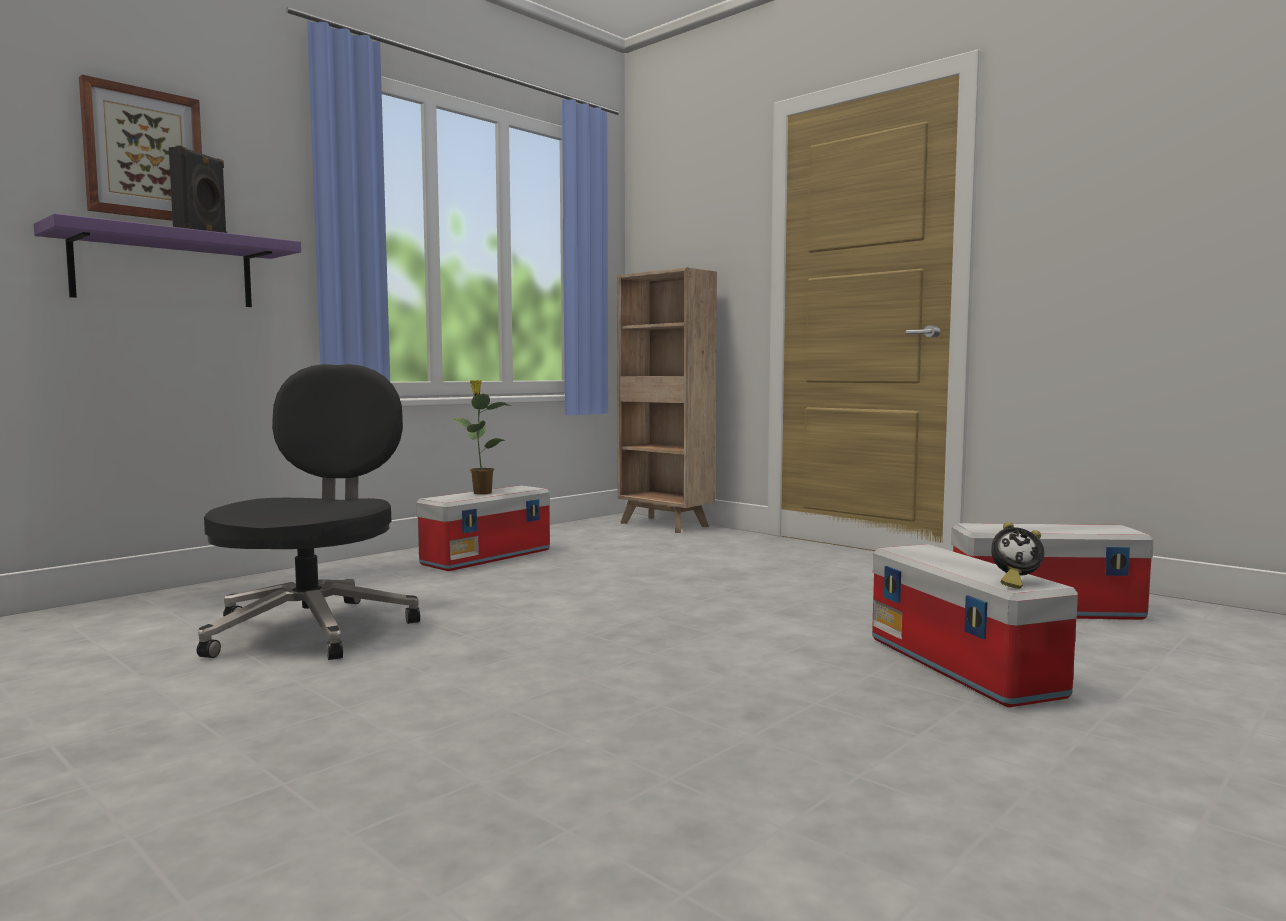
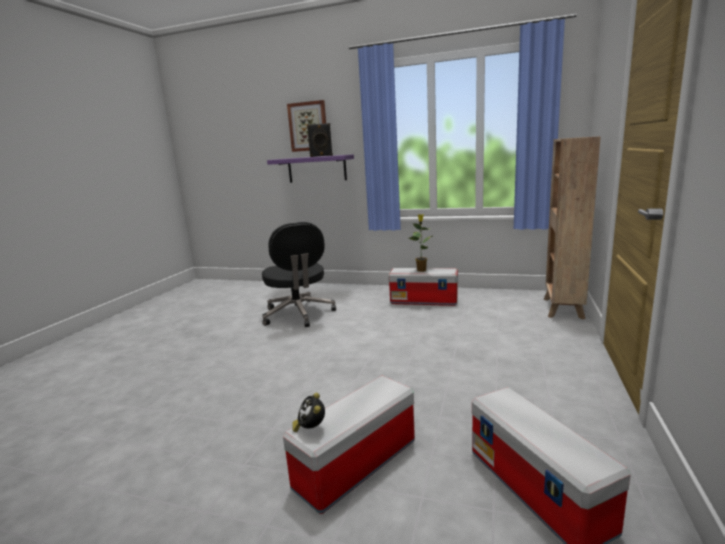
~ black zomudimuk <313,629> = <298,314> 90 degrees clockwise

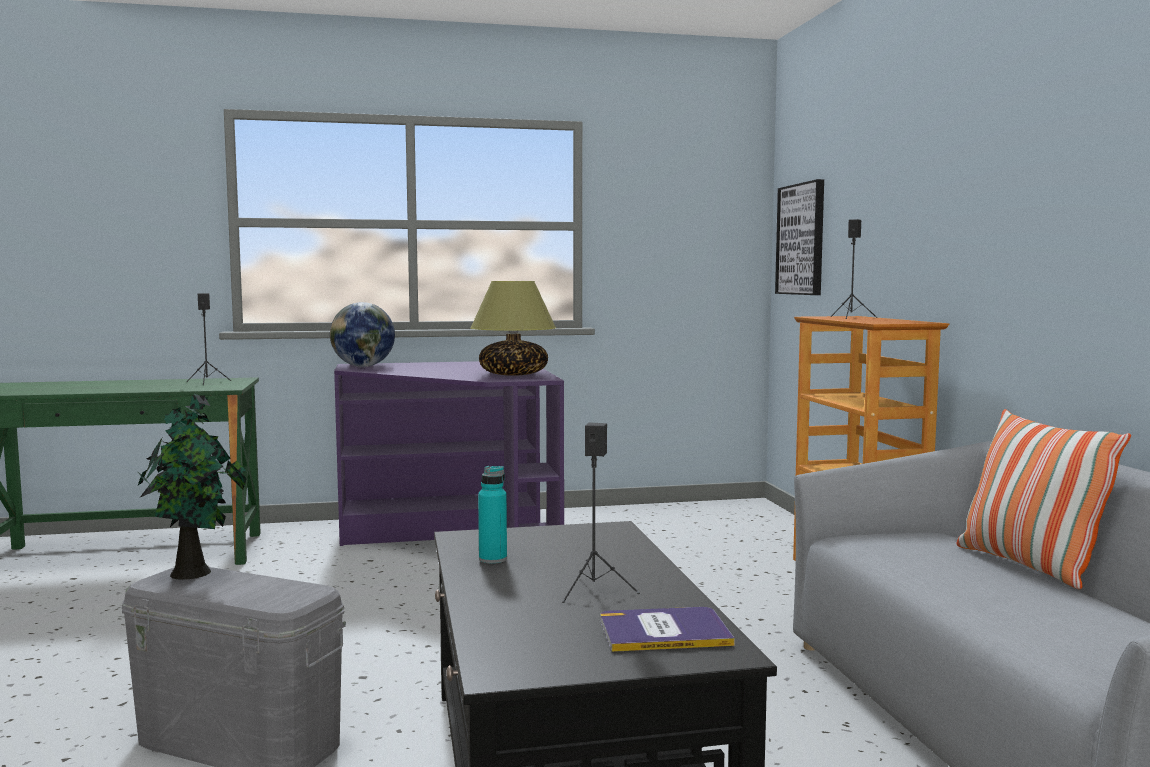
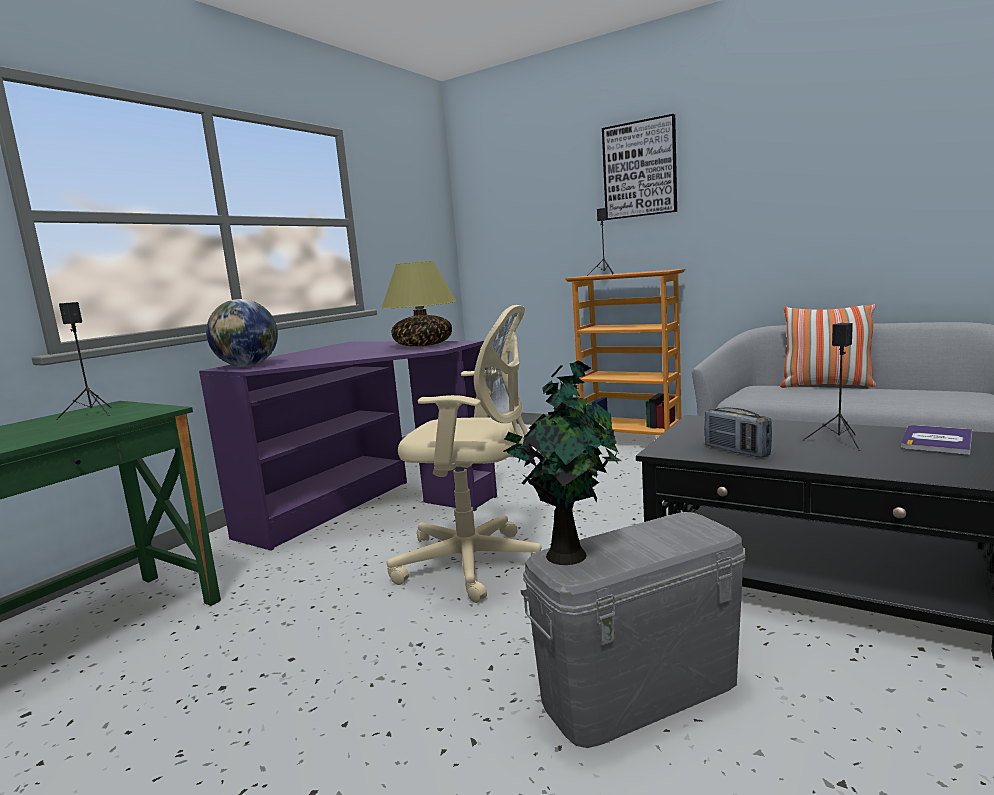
~ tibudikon <801,239> to <640,169>
~ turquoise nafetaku <493,559> to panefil <736,451>
+ beige zomudimuk <476,563>

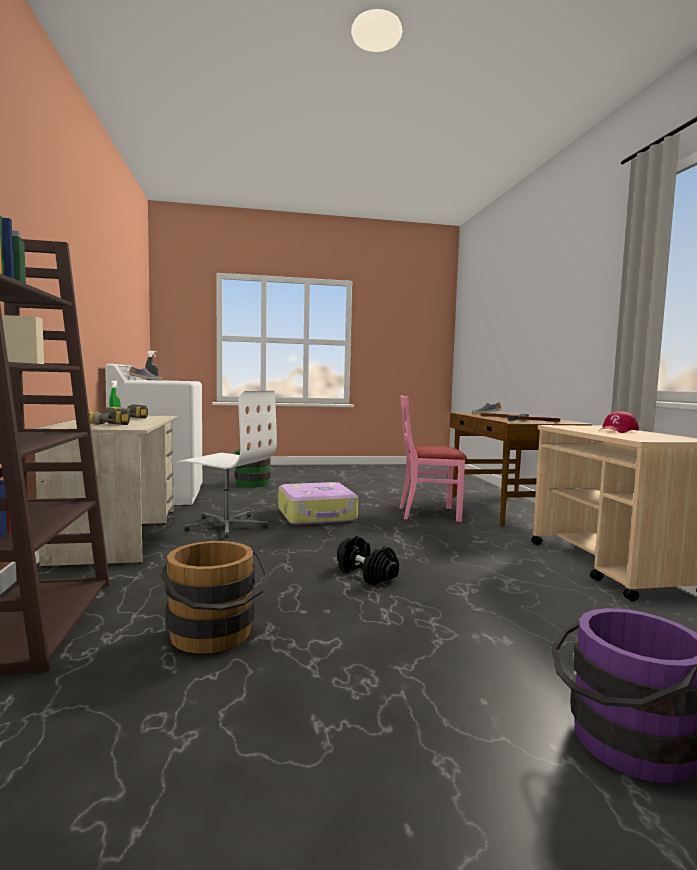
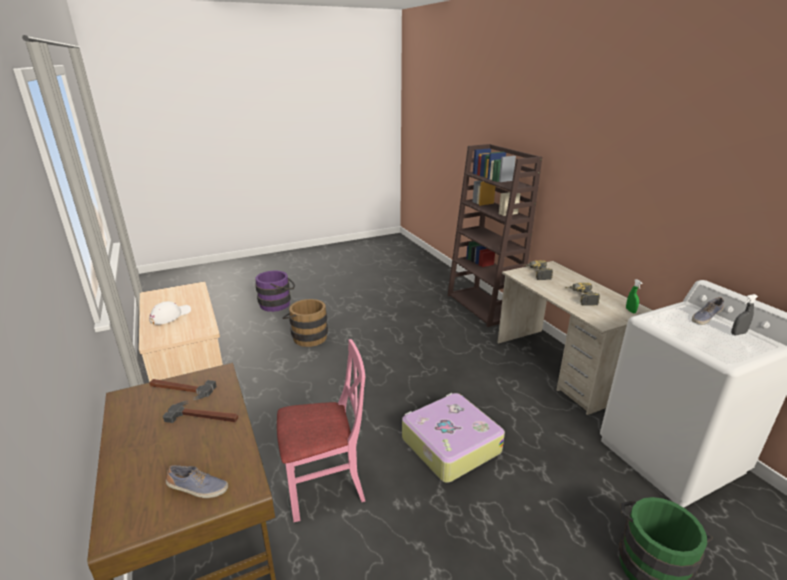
- white zomudimuk <226,526>
~ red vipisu <618,431> to white vipisu <170,315>
- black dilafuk <366,574>
~ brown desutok <214,636> to <307,336>

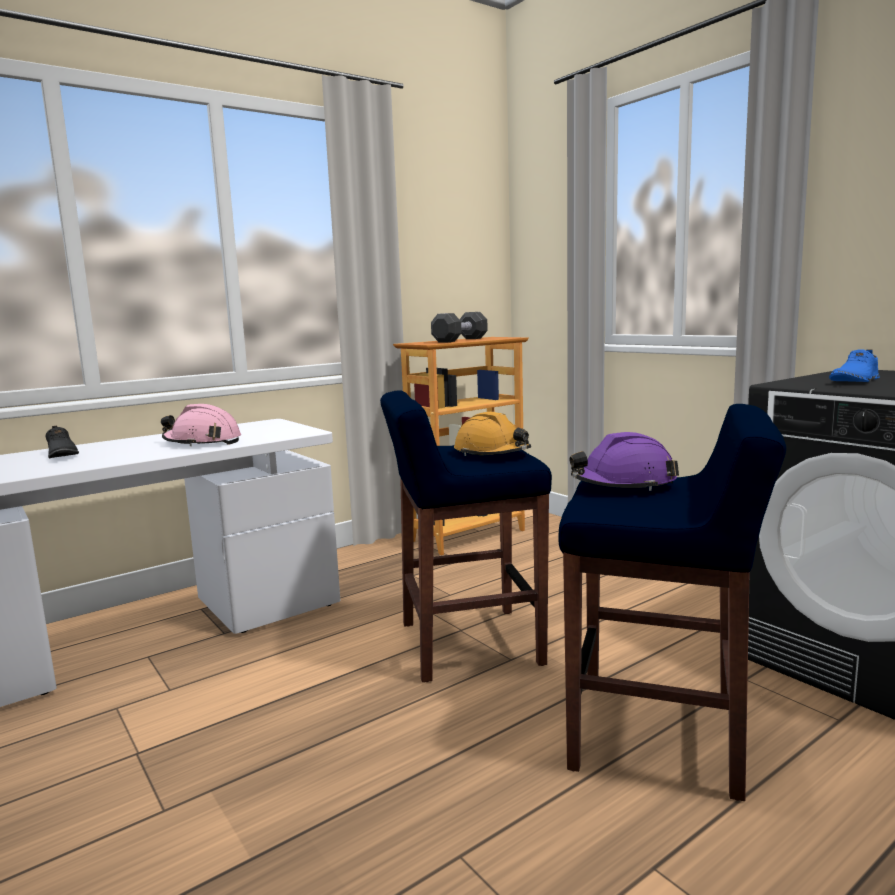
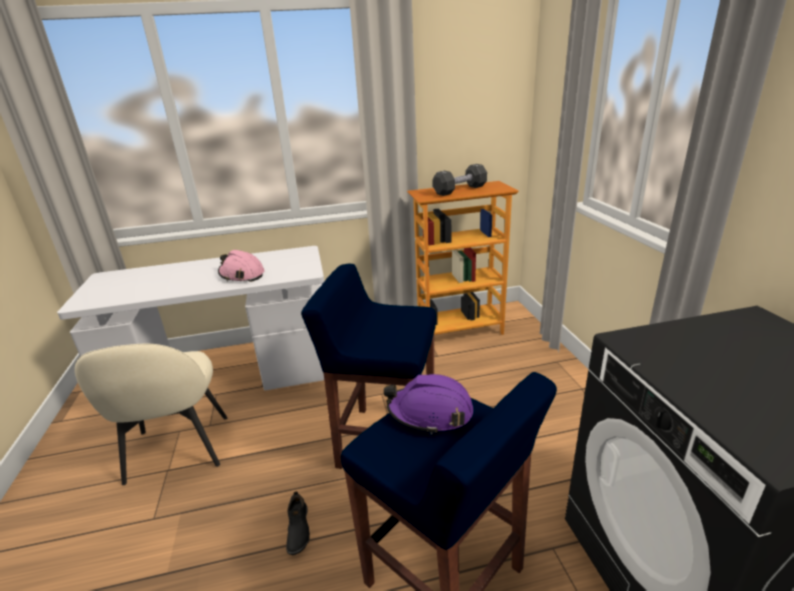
- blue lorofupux <854,381>
- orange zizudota <492,453>
~ black lorofupux <61,455> to <297,529>
+ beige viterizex <178,451>

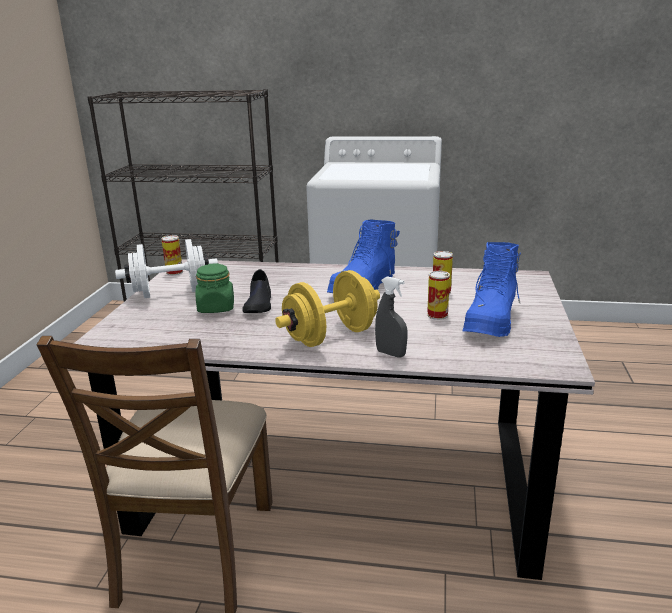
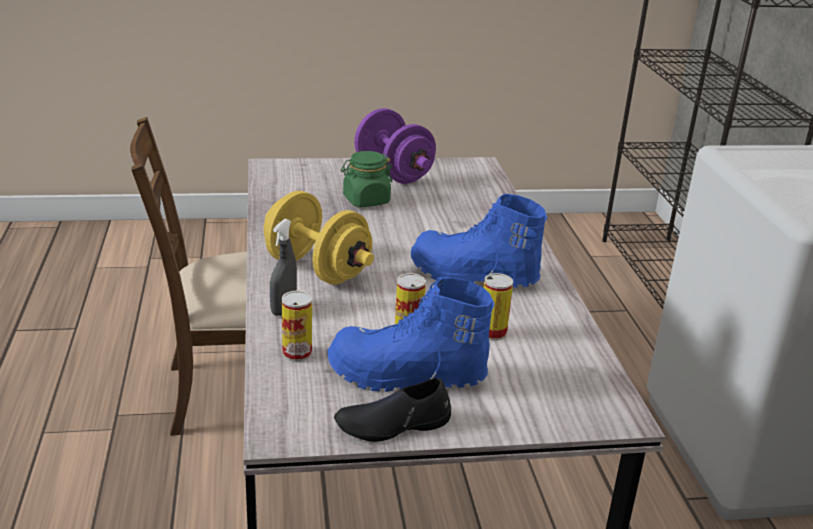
~ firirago <174,272> to <297,353>
~ white dilafuk <171,293> to purple dilafuk <393,173>
~ black lorofupux <258,304> to <393,424>

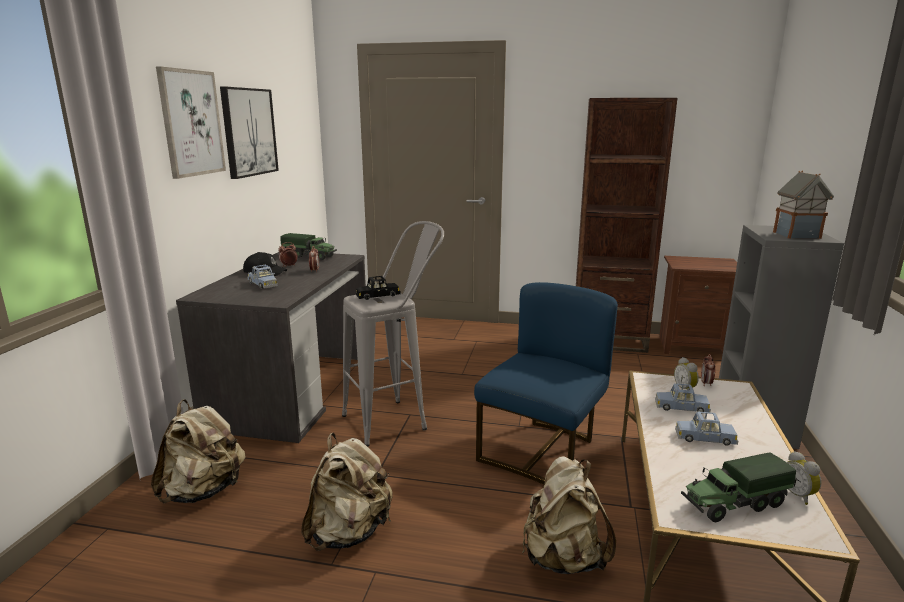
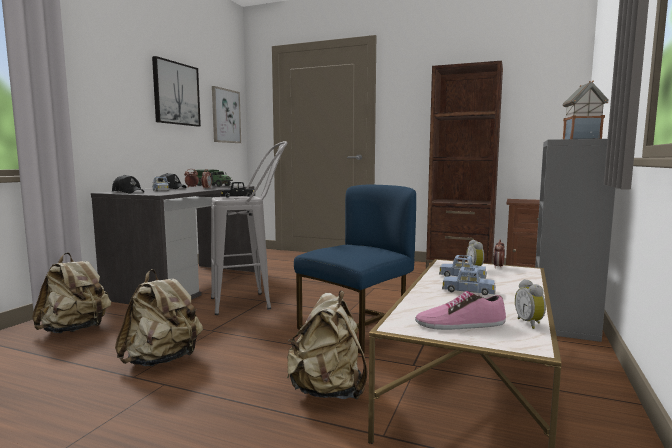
~ tibudikon <191,123> to <225,116>
~ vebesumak <733,504> to lorofupux <460,324>
+ black vipisu <128,192>

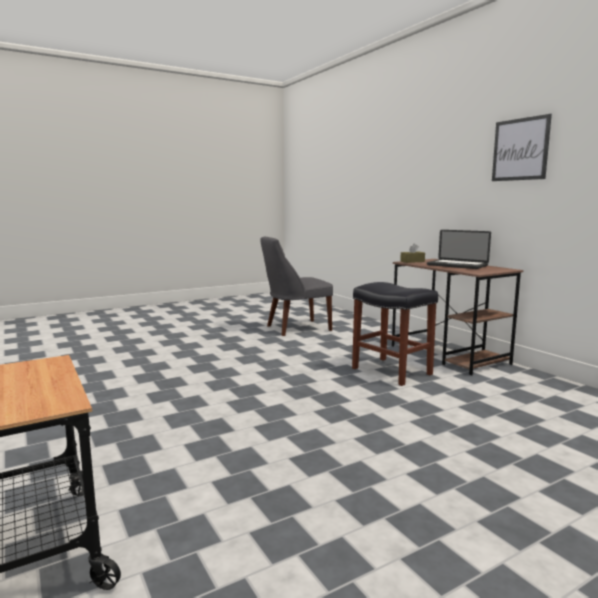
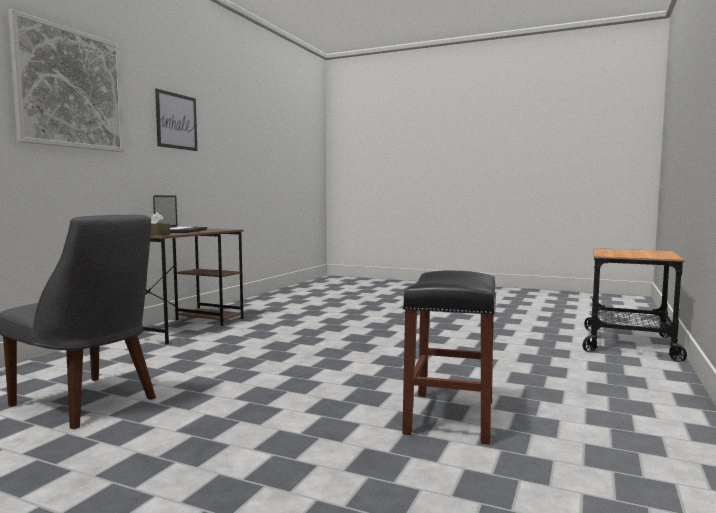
~ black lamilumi <390,371> to <451,417>
+ tibudikon <70,88>

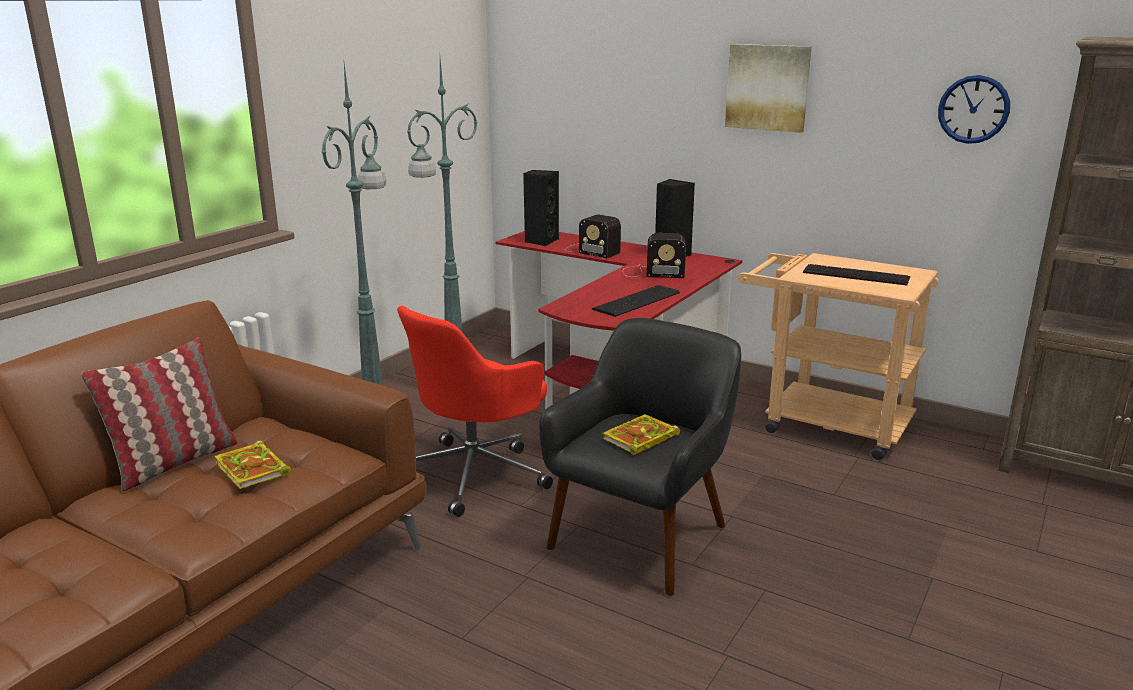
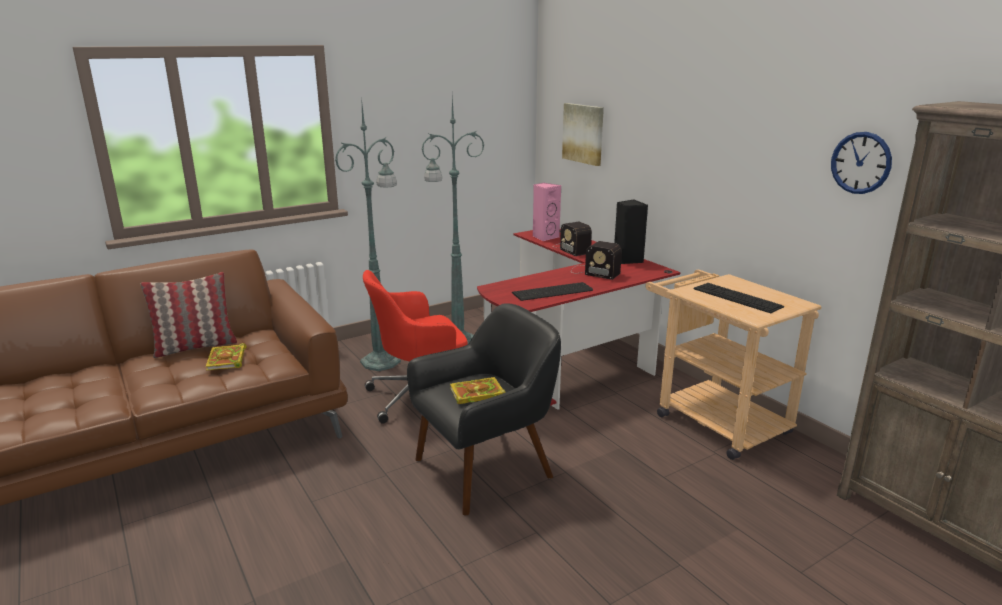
~ tibudikon <768,87> to <583,133>
~ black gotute <541,241> to pink gotute <545,237>

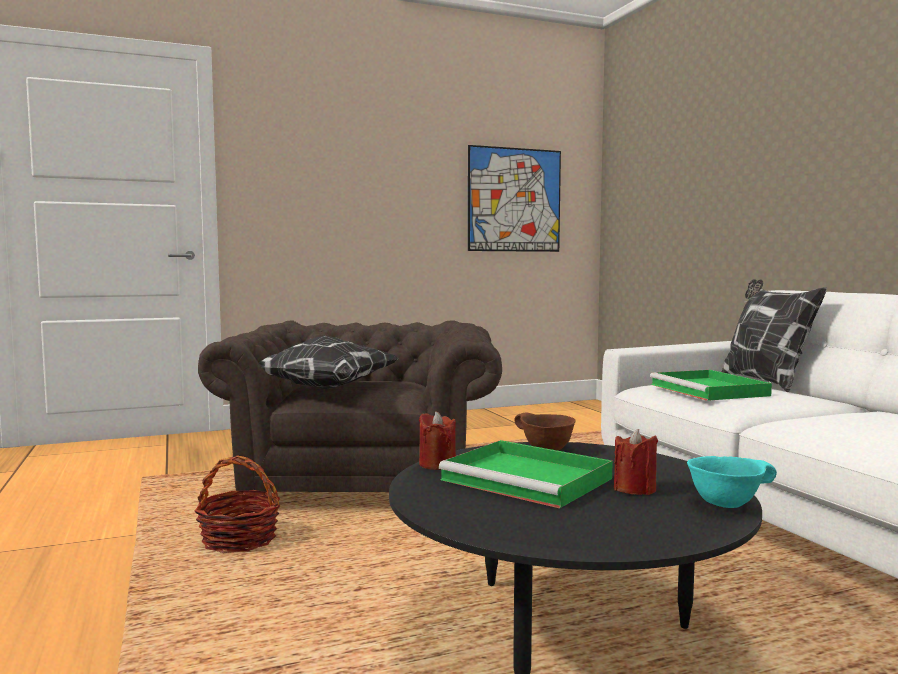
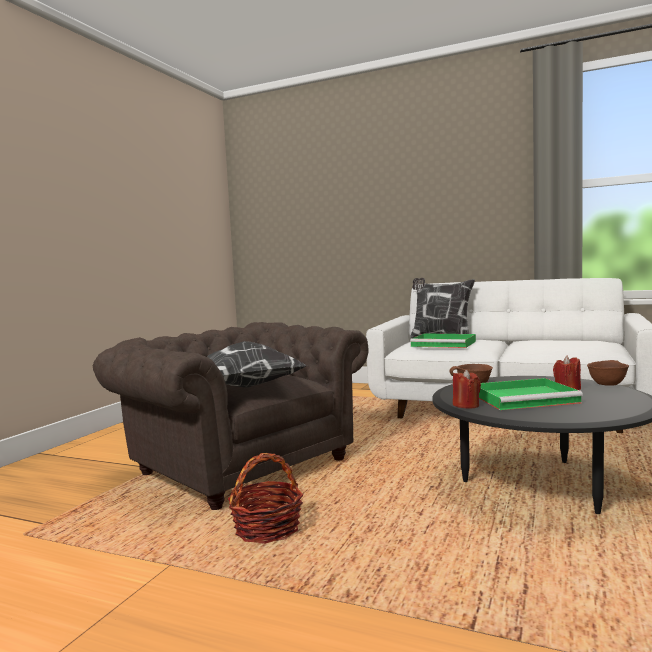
- tibudikon <514,200>
~ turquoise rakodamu <725,504> to brown rakodamu <607,384>

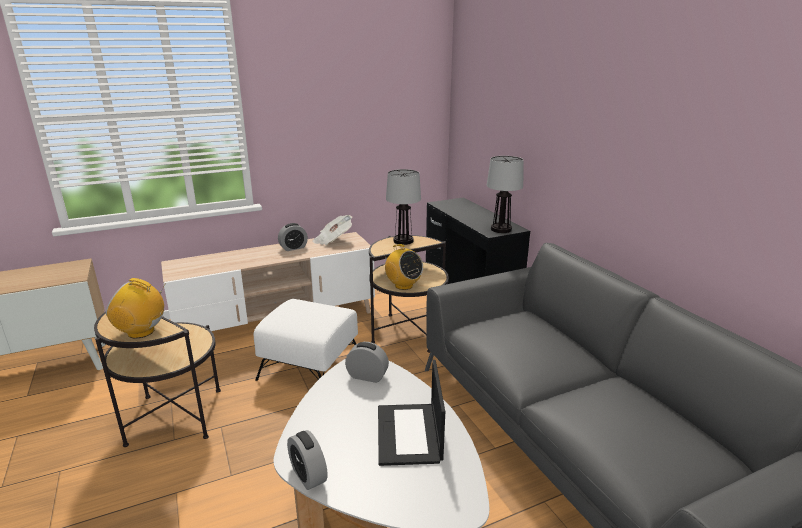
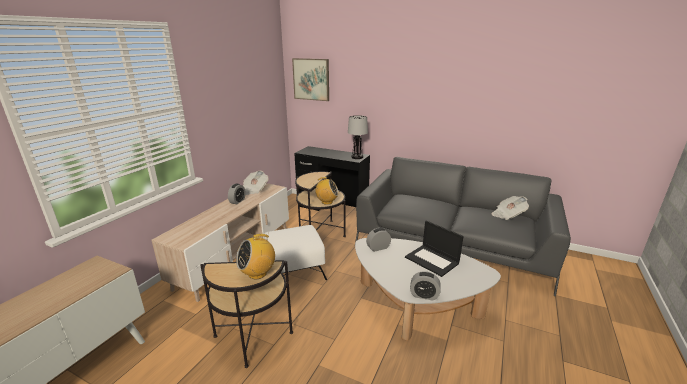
- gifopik <403,241>
+ tibudikon <311,79>
+ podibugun <508,215>

